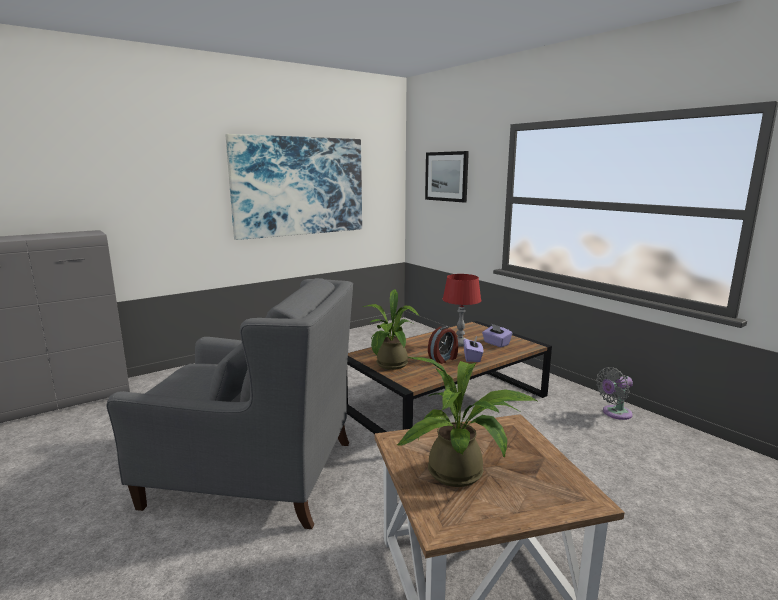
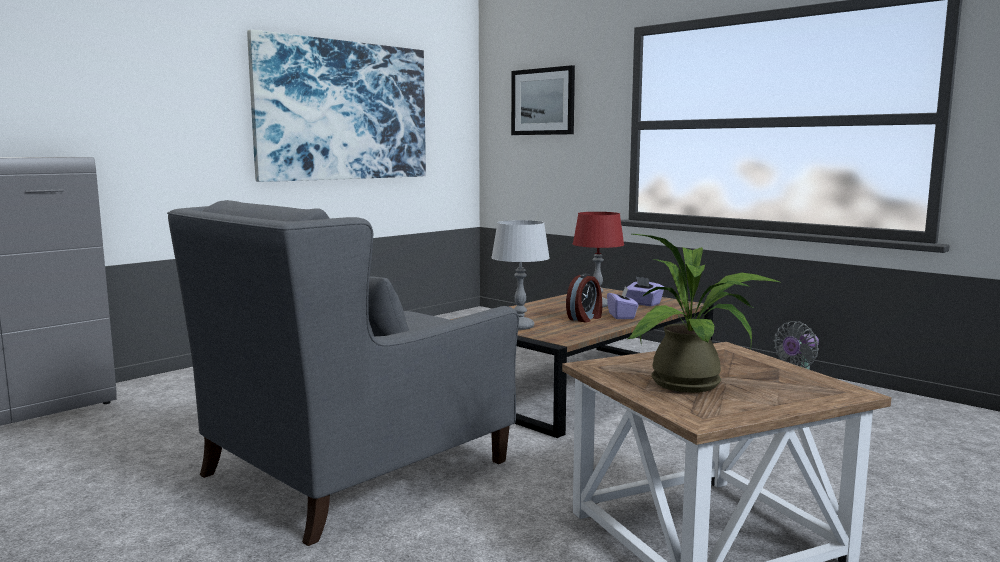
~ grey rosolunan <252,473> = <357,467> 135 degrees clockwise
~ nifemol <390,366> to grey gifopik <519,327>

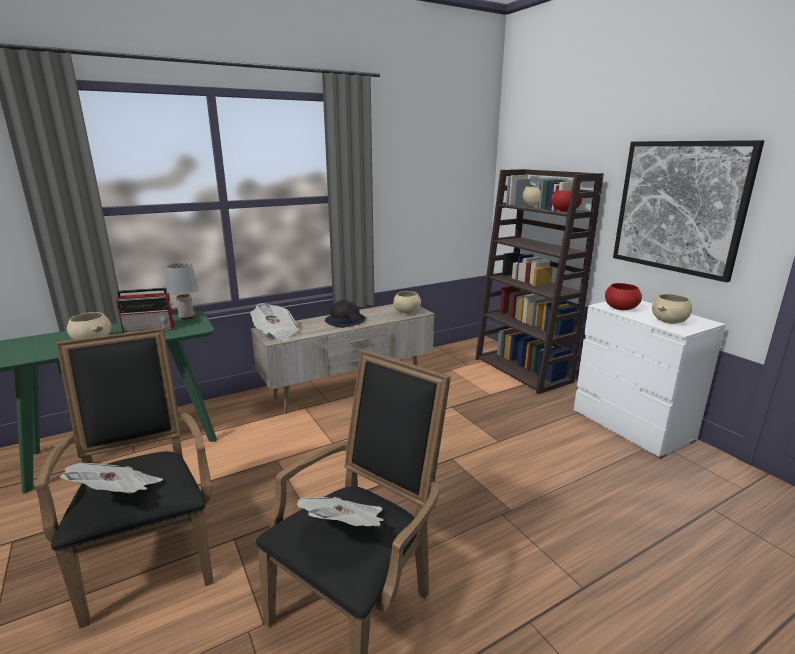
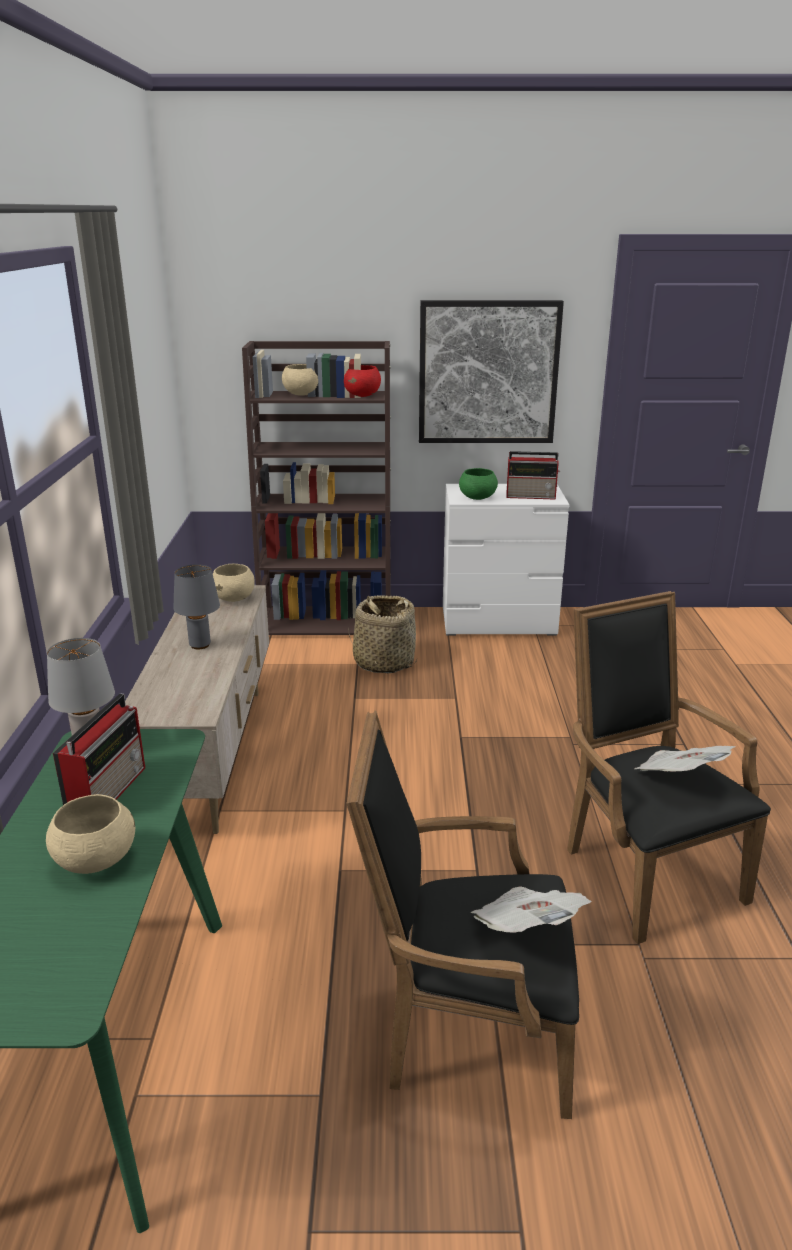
~ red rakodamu <620,308> to green rakodamu <477,498>
~ beige rakodamu <669,322> to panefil <532,496>
~ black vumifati <345,320> to grey gifopik <200,645>
- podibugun <276,333>
+ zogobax <383,662>

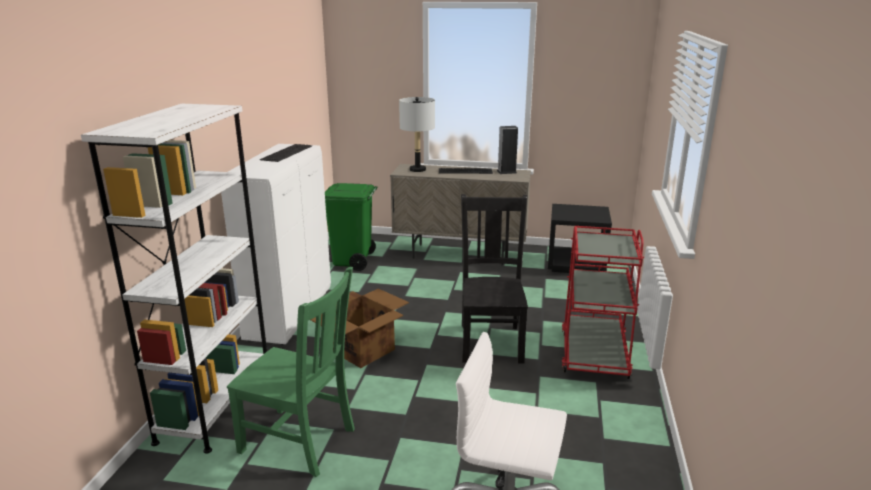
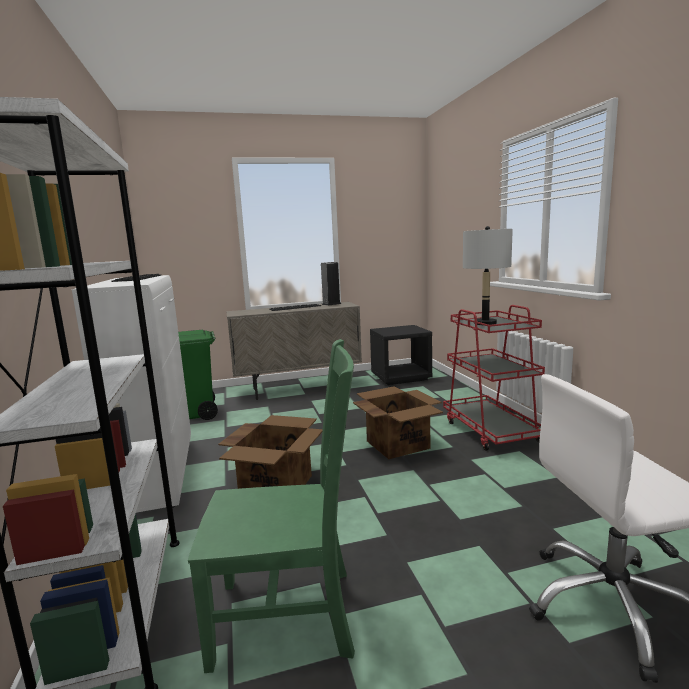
~ grey gifopik <417,170> to <485,323>
~ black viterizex <491,341> to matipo <397,444>

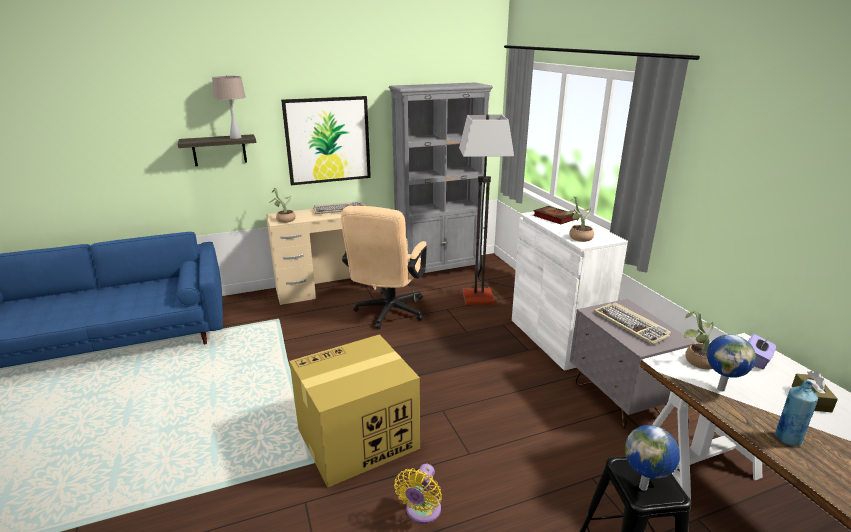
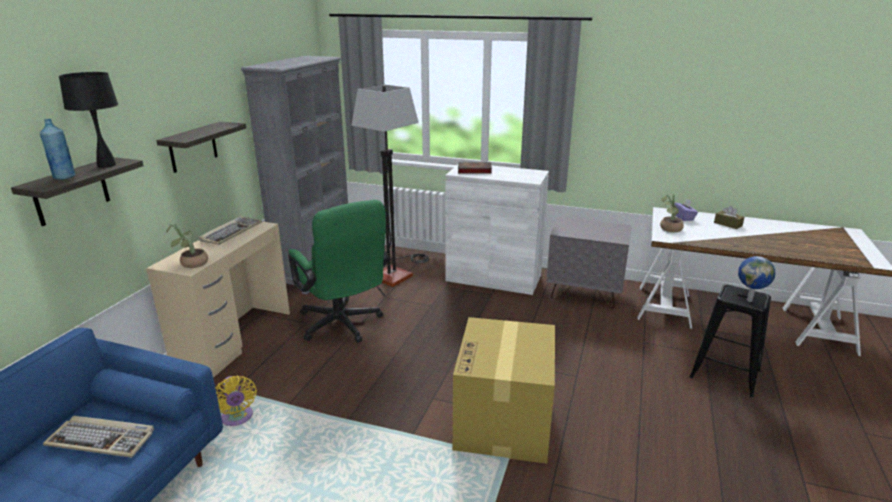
~ beige gifopik <235,137> to black gifopik <106,165>
~ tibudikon <328,140> to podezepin <193,147>
- nifemol <577,237>
~ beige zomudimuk <388,313> to green zomudimuk <343,326>
~ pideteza <631,325> to <102,439>
- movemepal <721,388>
~ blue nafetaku <787,438> to <64,177>
~ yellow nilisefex <421,512> to <237,418>

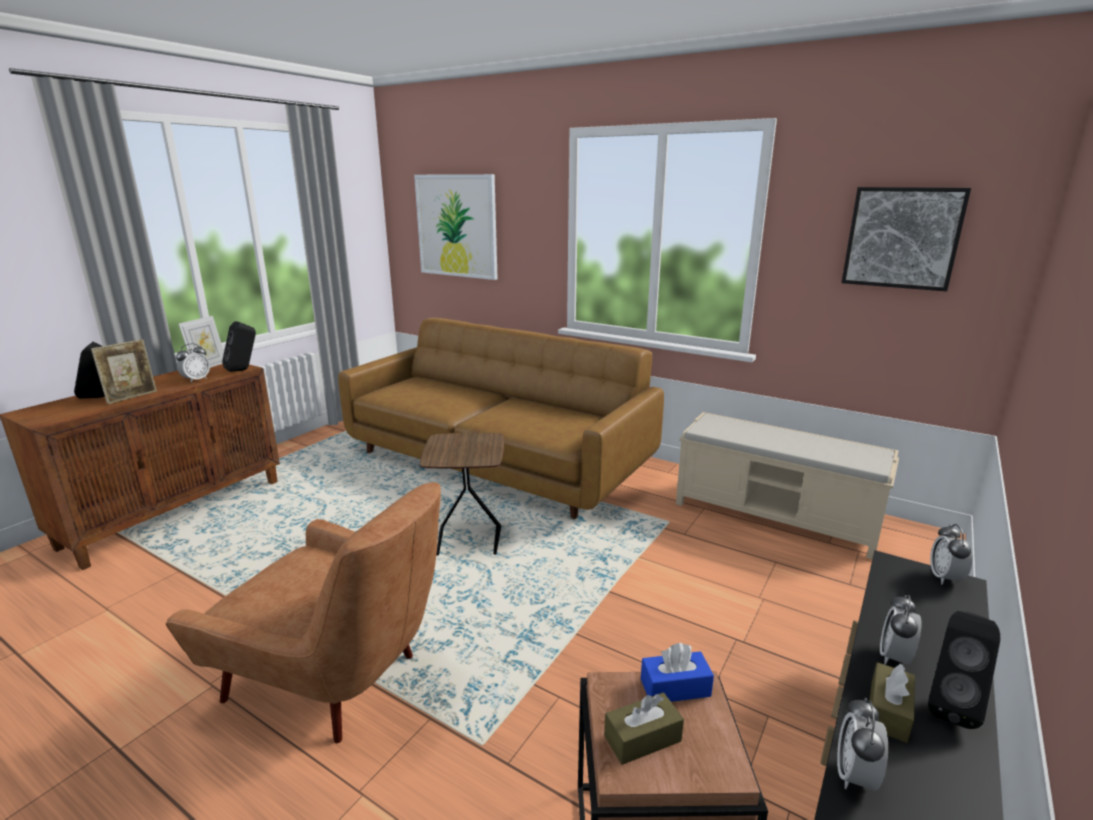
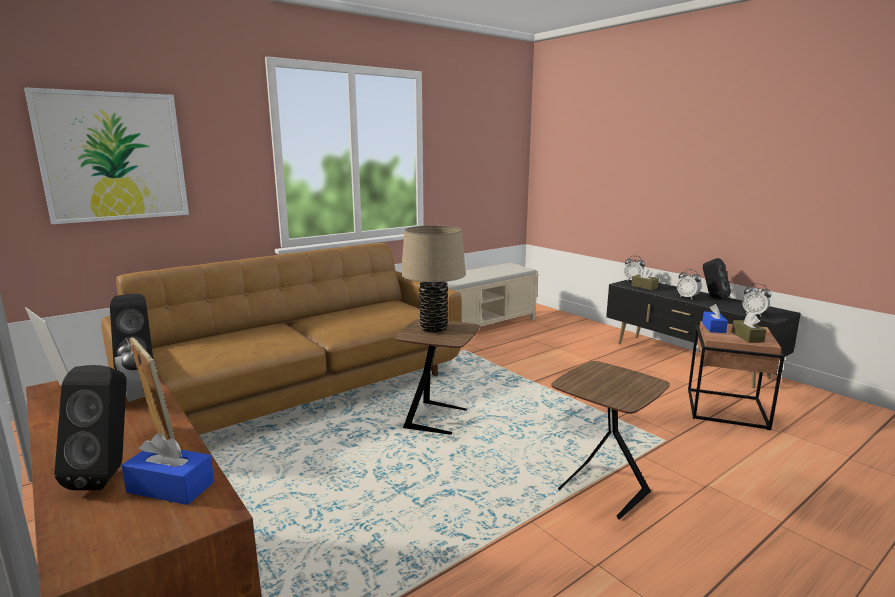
- tibudikon <902,238>
~ brown rosolunan <338,680> to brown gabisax <602,492>
~ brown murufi <888,711> to <644,287>
+ beige gifopik <433,328>
+ blue murufi <171,487>

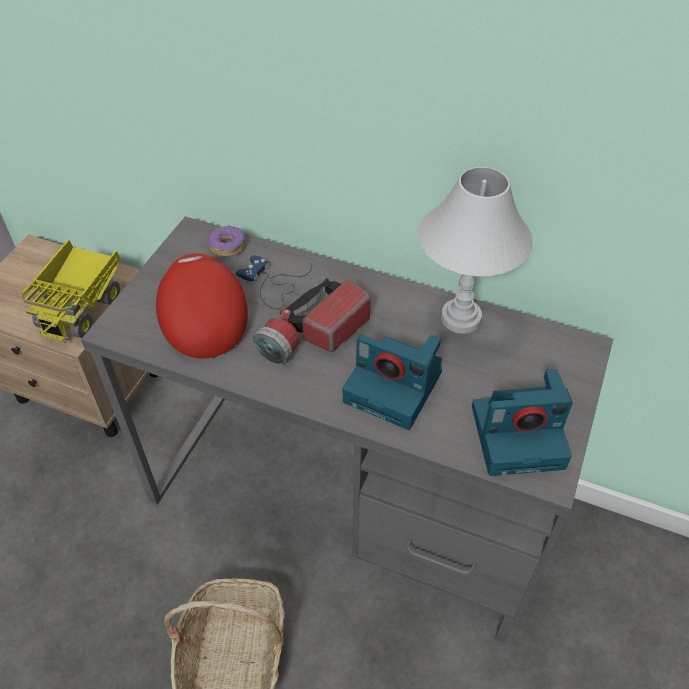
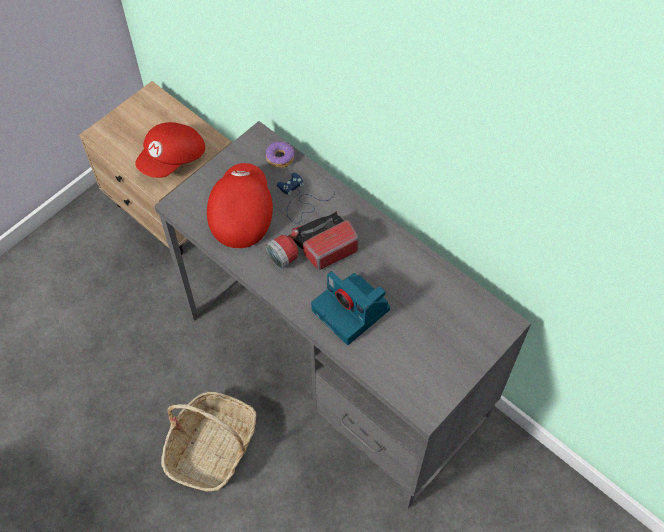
- white gifopik <461,318>
~ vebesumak <82,307> to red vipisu <173,159>
- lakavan <519,435>

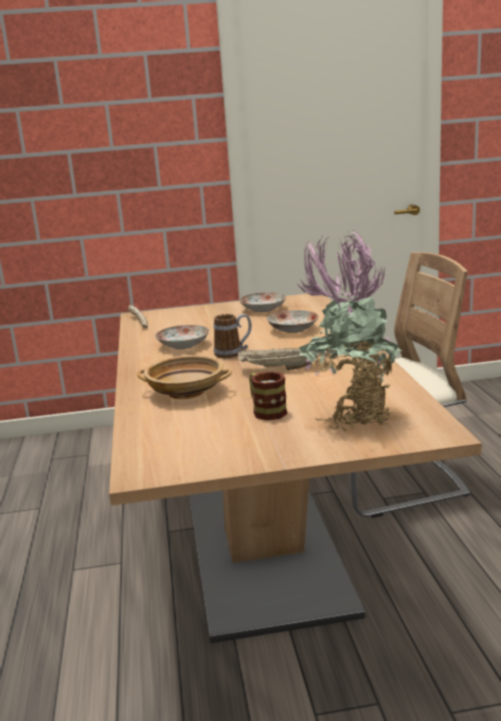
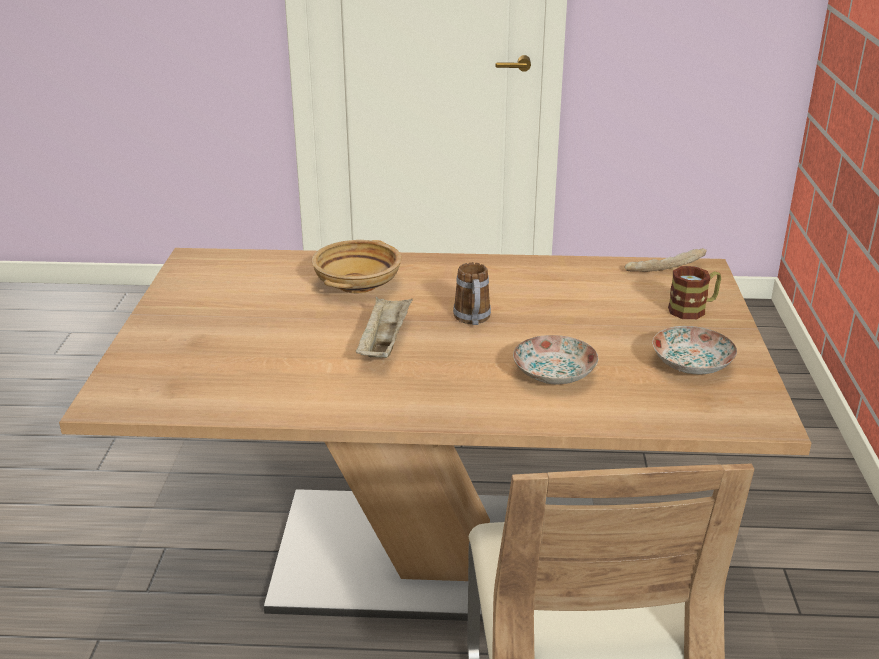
- nifemol <351,418>
- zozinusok <183,345>
~ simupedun <266,411> to <693,309>

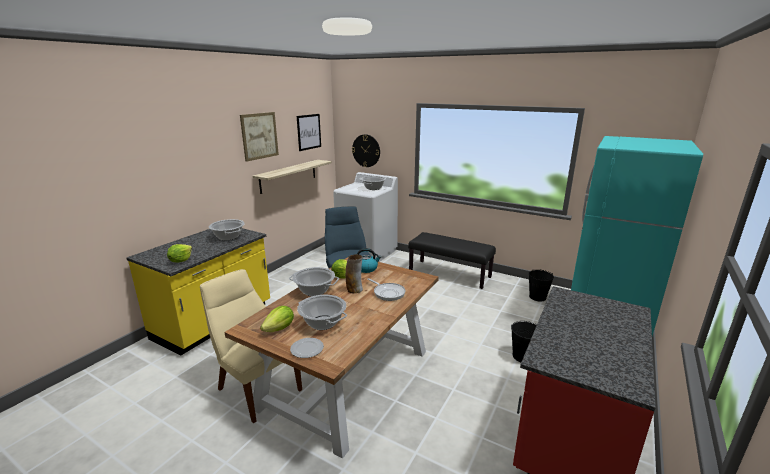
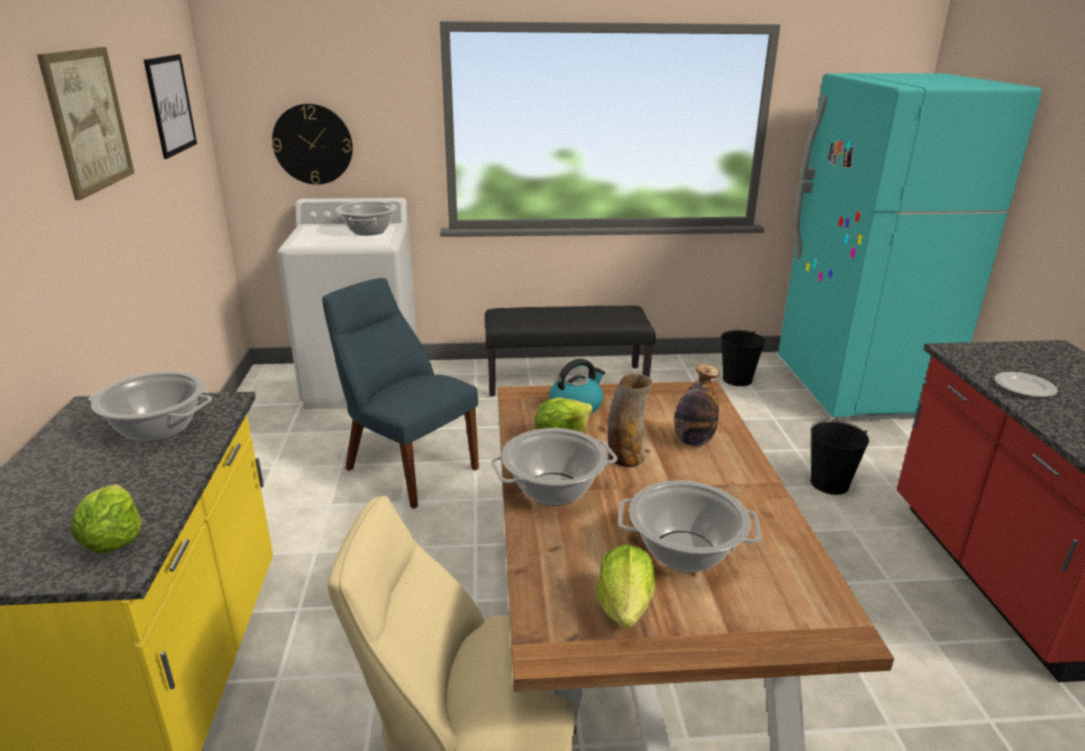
- podezepin <288,176>
~ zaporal <388,293> to nafetaku <692,441>
~ zozinusok <307,349> to <1023,387>

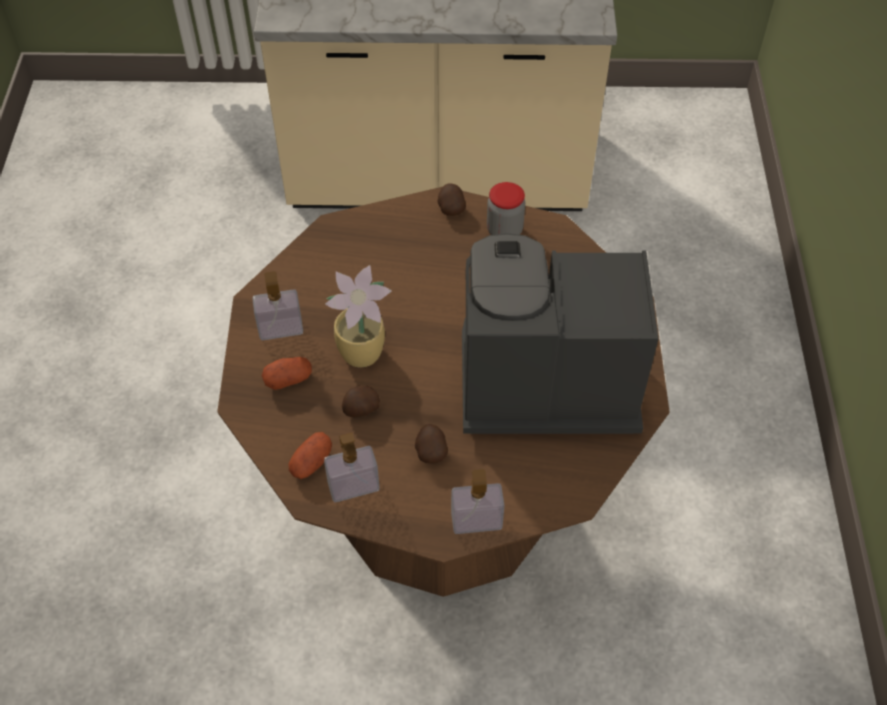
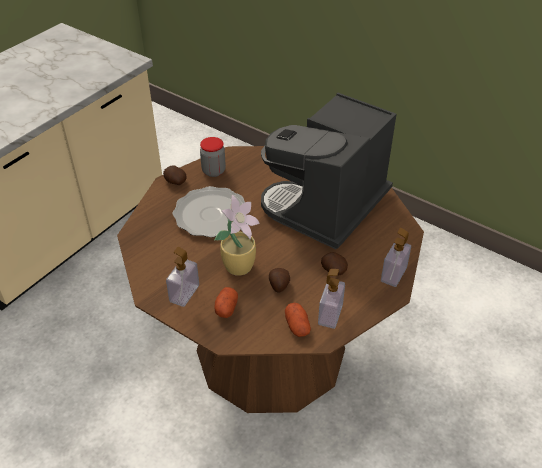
+ zozinusok <211,215>

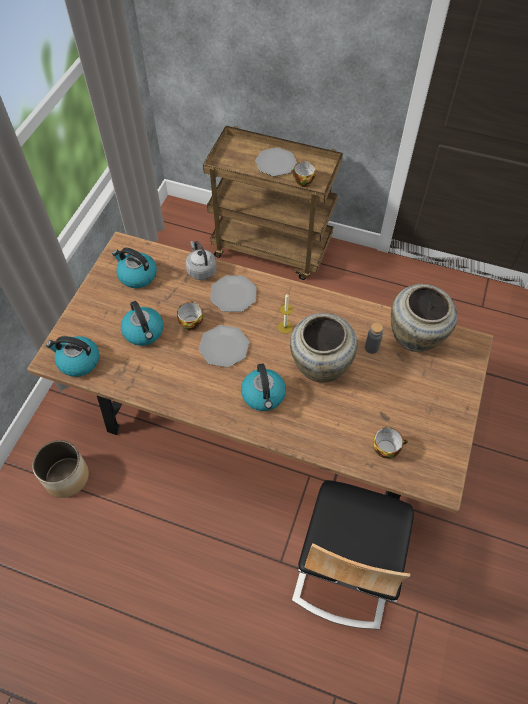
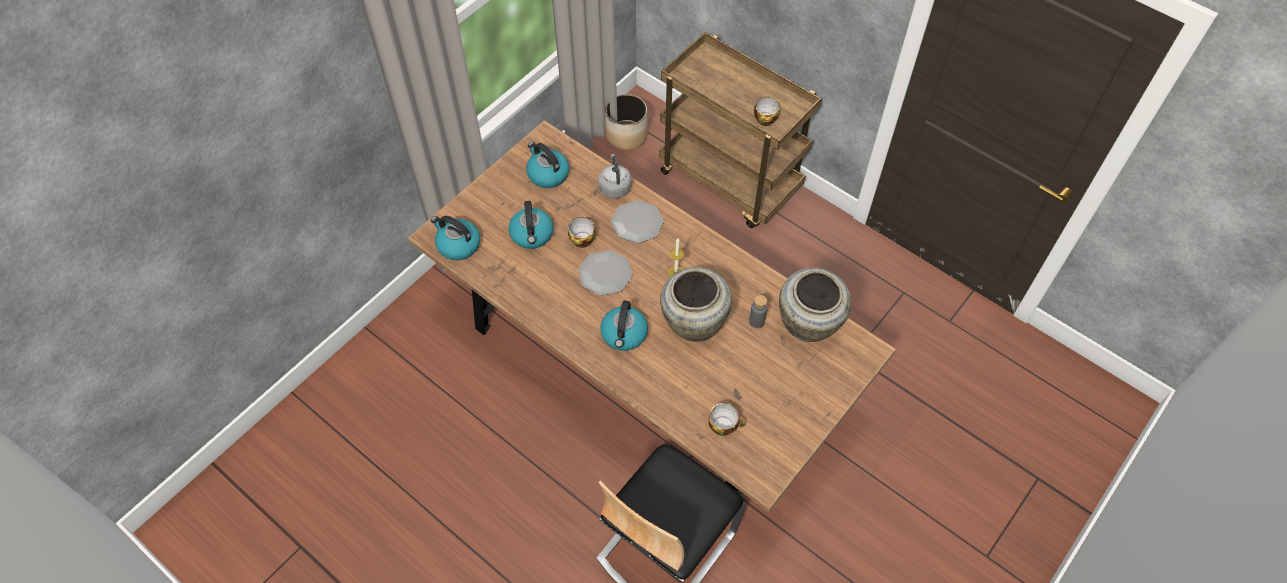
- zozinusok <276,163>
~ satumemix <66,476> to <626,135>

